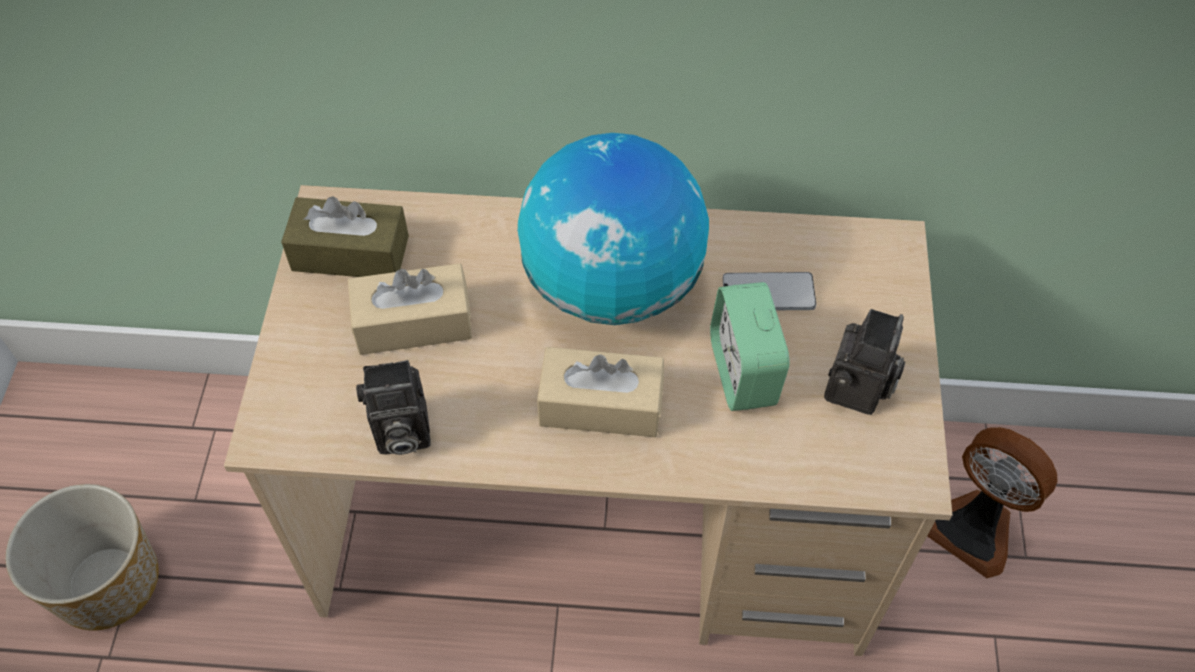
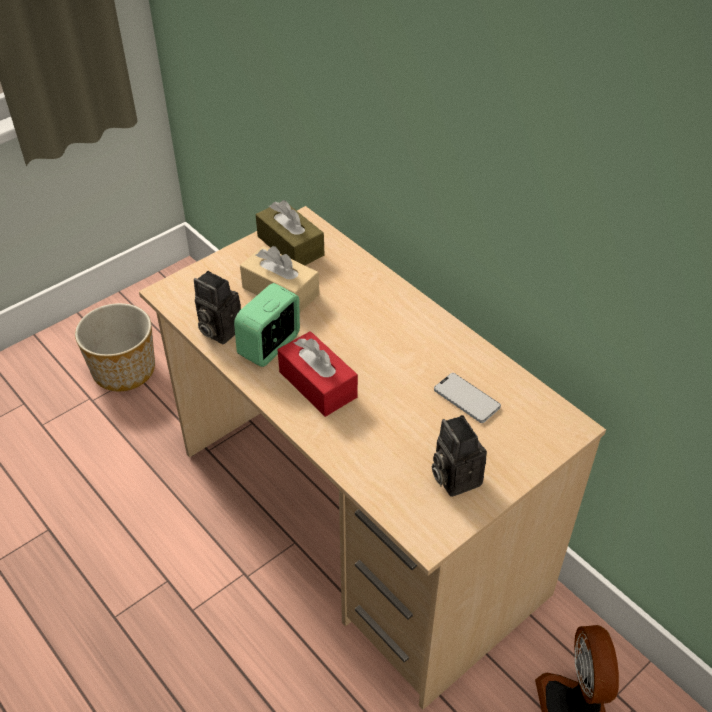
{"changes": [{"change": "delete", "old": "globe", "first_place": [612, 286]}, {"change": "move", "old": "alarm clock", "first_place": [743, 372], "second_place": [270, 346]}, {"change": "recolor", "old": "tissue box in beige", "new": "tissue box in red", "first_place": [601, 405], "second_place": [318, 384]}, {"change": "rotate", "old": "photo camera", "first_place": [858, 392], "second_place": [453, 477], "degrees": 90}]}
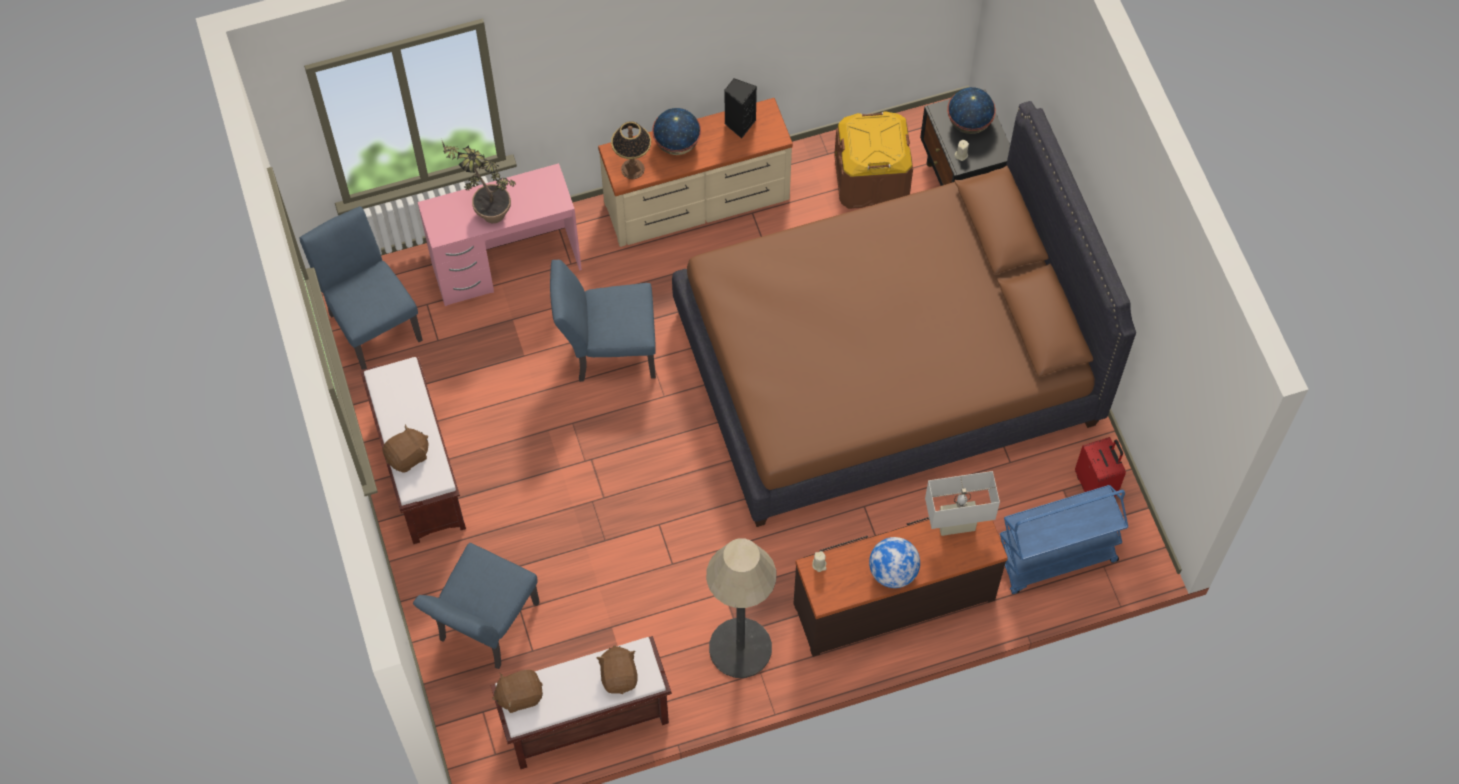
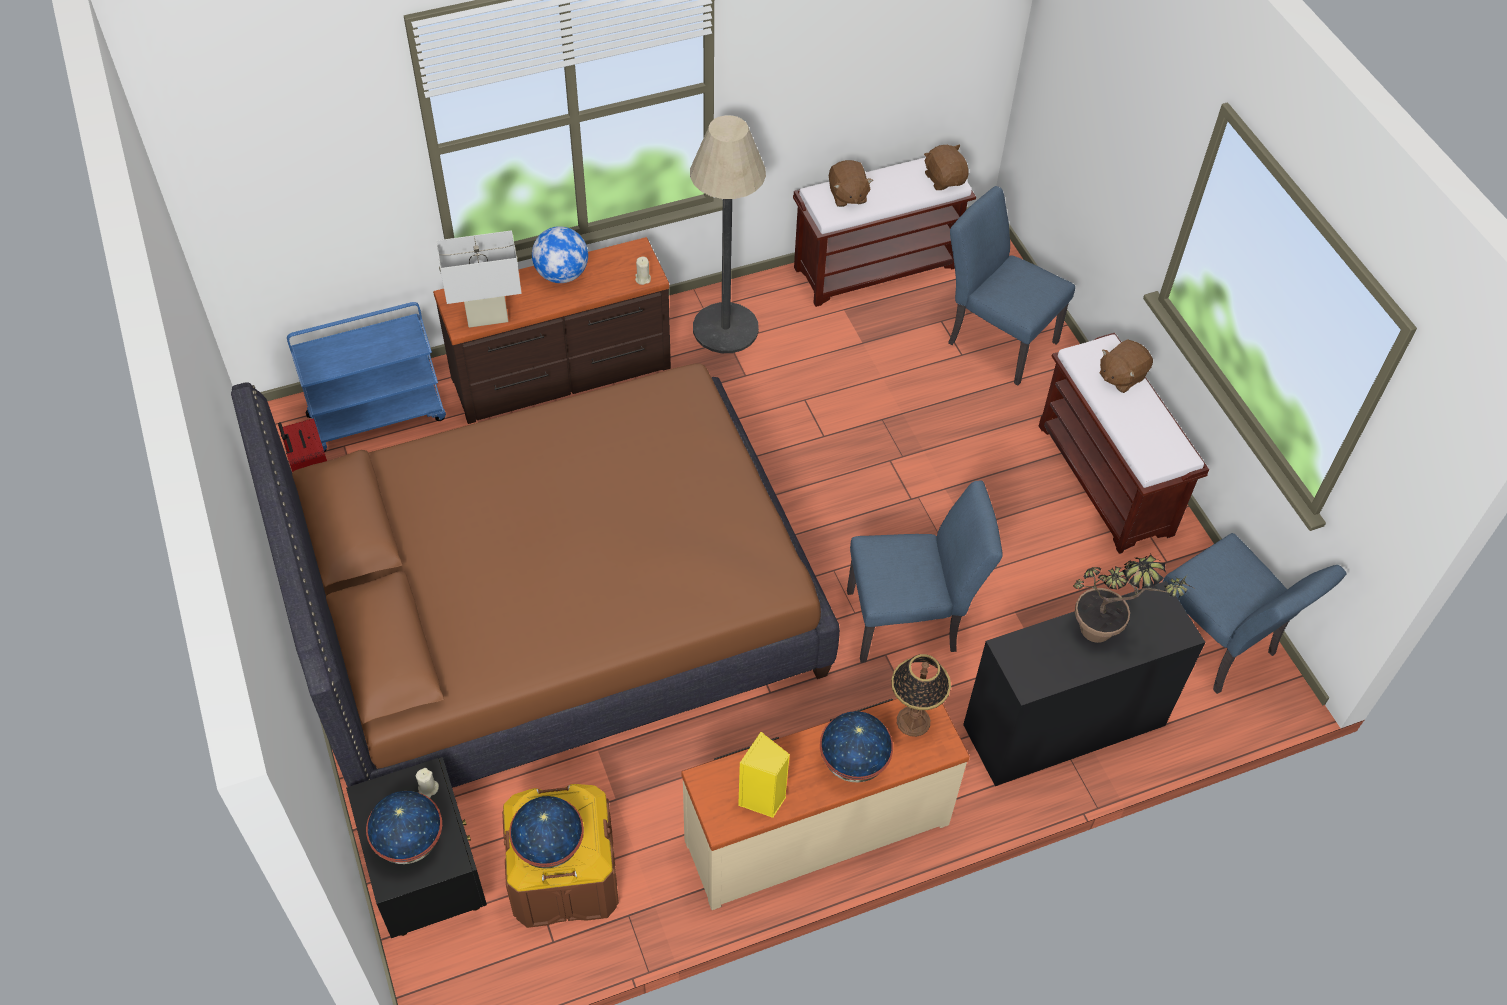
{"changes": [{"change": "insert", "new": "globe", "second_place": [549, 846]}, {"change": "recolor", "old": "desk in pink", "new": "desk in black", "first_place": [506, 266], "second_place": [1064, 726]}, {"change": "recolor", "old": "speaker in black", "new": "speaker in yellow", "first_place": [739, 123], "second_place": [763, 799]}, {"change": "rotate", "old": "chair in blue", "first_place": [484, 628], "second_place": [995, 338], "degrees": -75}, {"change": "rotate", "old": "plush toy in brown", "first_place": [519, 695], "second_place": [944, 179], "degrees": -90}]}
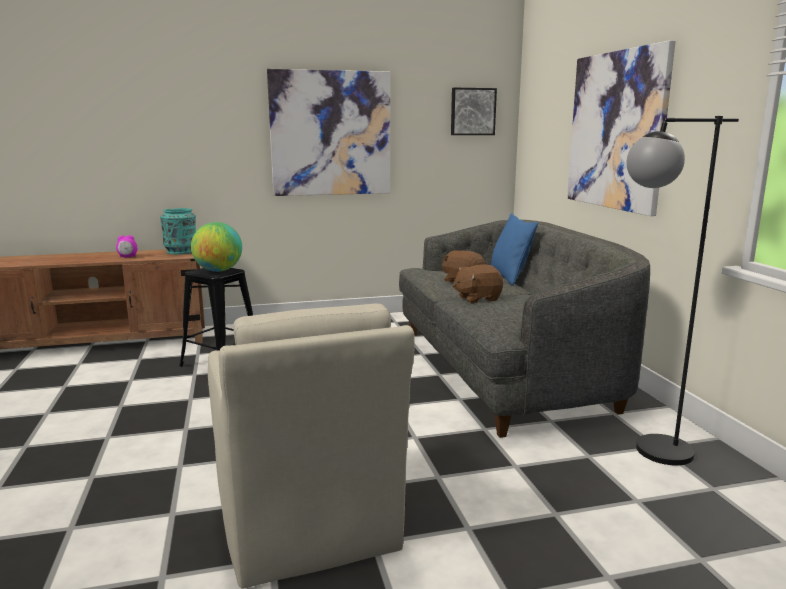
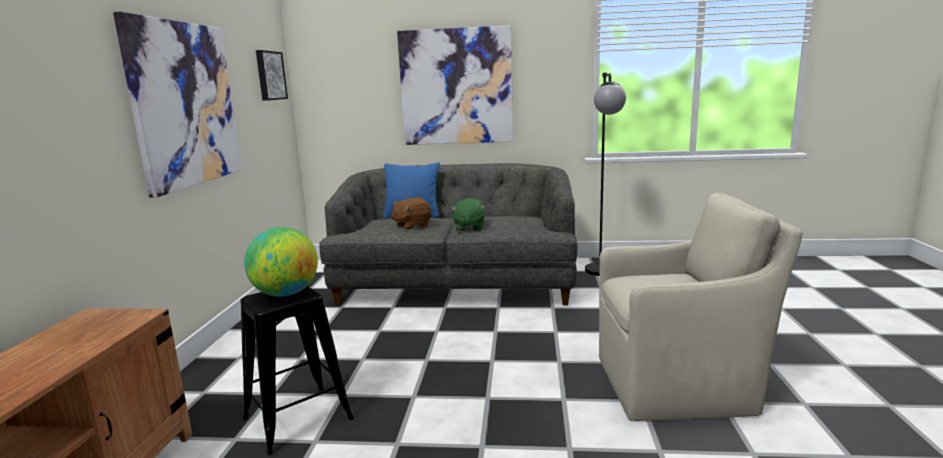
{"changes": [{"change": "delete", "old": "alarm clock", "first_place": [128, 257]}, {"change": "delete", "old": "vase in turquoise", "first_place": [181, 251]}, {"change": "recolor", "old": "plush toy in brown", "new": "plush toy in green", "first_place": [477, 299], "second_place": [469, 228]}]}
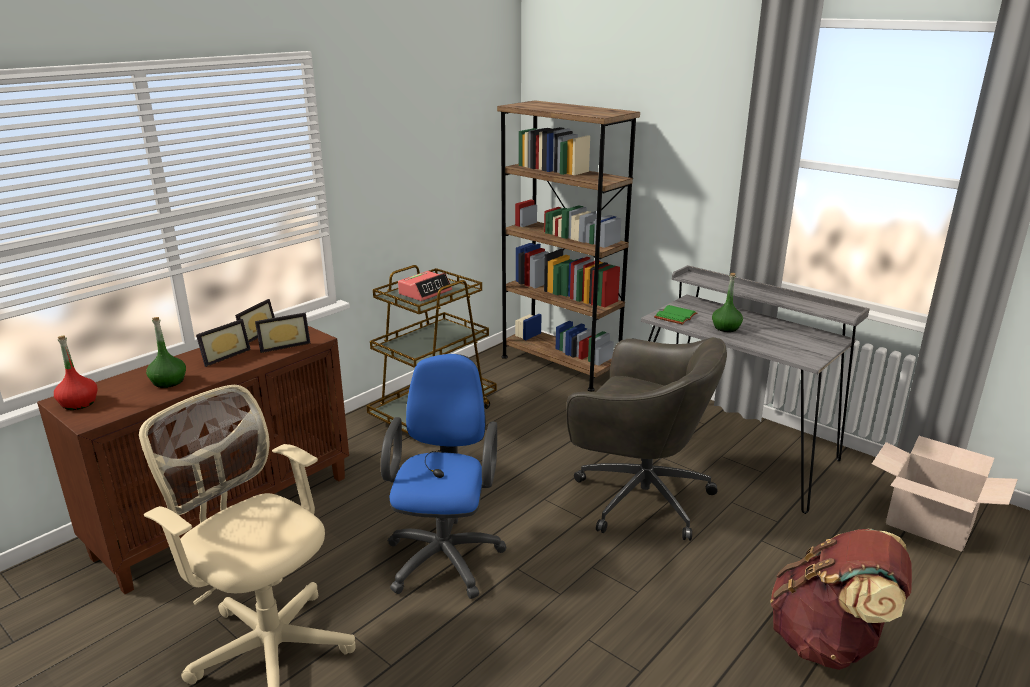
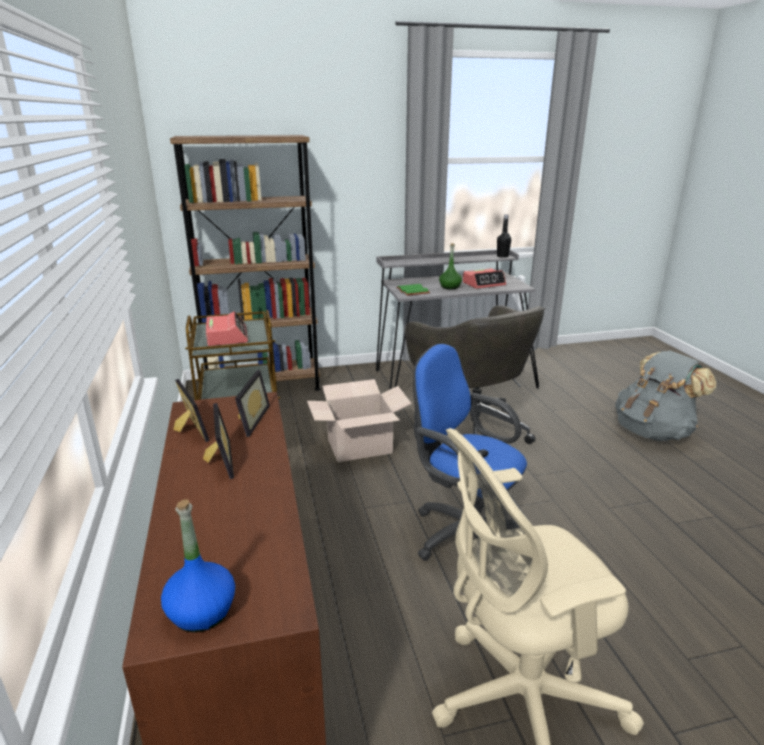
{"changes": [{"change": "delete", "old": "bottle in green", "first_place": [168, 381]}, {"change": "insert", "new": "alarm clock", "second_place": [484, 284]}, {"change": "insert", "new": "bottle in black", "second_place": [502, 256]}, {"change": "move", "old": "cardboard box", "first_place": [930, 523], "second_place": [359, 446]}, {"change": "recolor", "old": "bottle in red", "new": "bottle in blue", "first_place": [78, 403], "second_place": [201, 612]}, {"change": "recolor", "old": "backpack in brown", "new": "backpack in grey", "first_place": [829, 642], "second_place": [653, 432]}, {"change": "rotate", "old": "office chair in grey", "first_place": [638, 497], "second_place": [471, 427], "degrees": 90}]}
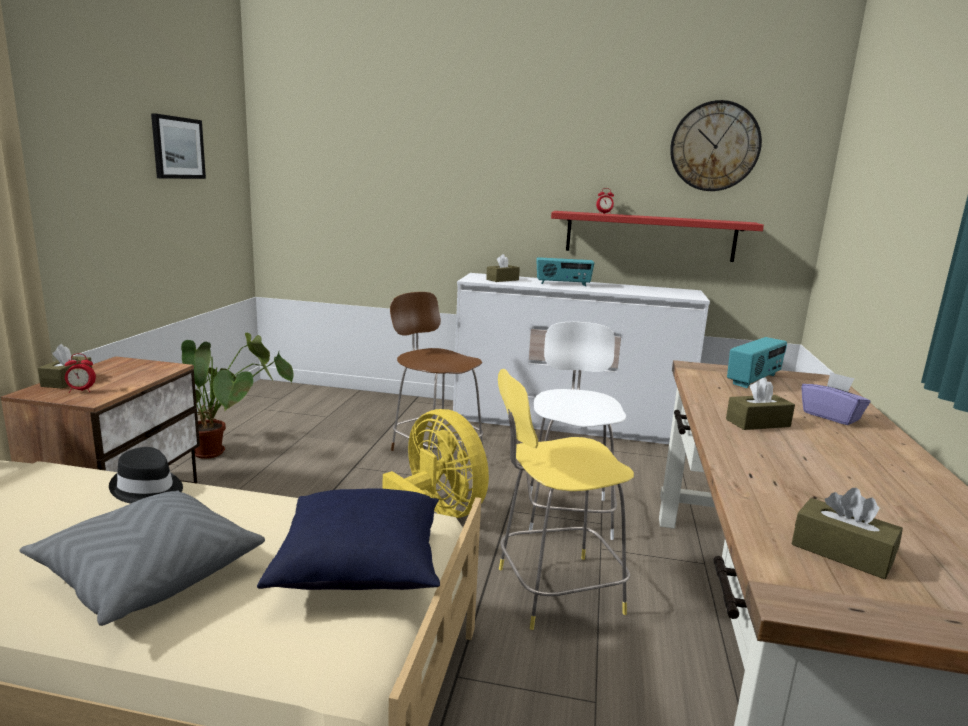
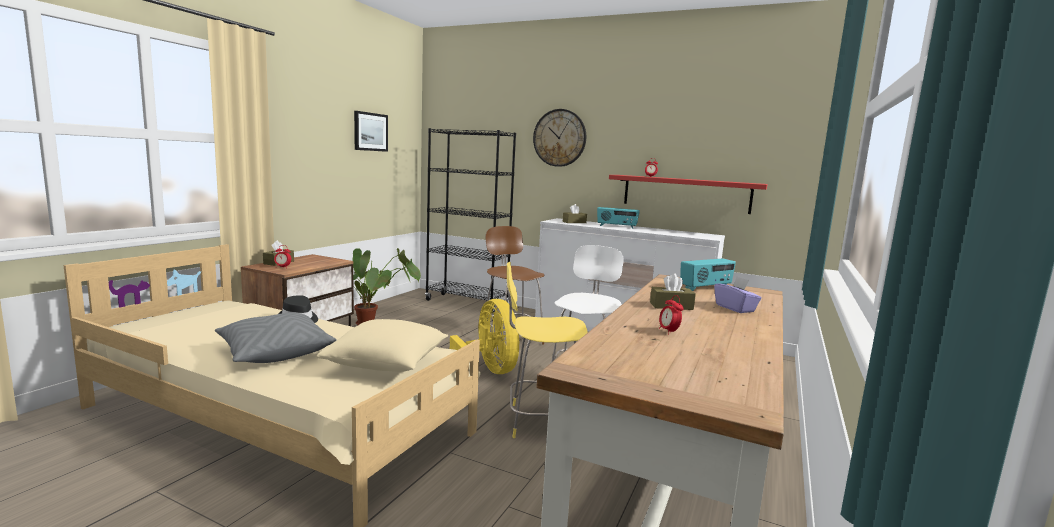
{"changes": [{"change": "delete", "old": "tissue box in brown", "first_place": [842, 552]}, {"change": "insert", "new": "bookcase in black", "second_place": [467, 303]}, {"change": "insert", "new": "alarm clock", "second_place": [669, 332]}, {"change": "move", "old": "wall clock", "first_place": [714, 146], "second_place": [559, 138]}, {"change": "recolor", "old": "pillow in blue", "new": "pillow in beige", "first_place": [361, 568], "second_place": [387, 365]}]}
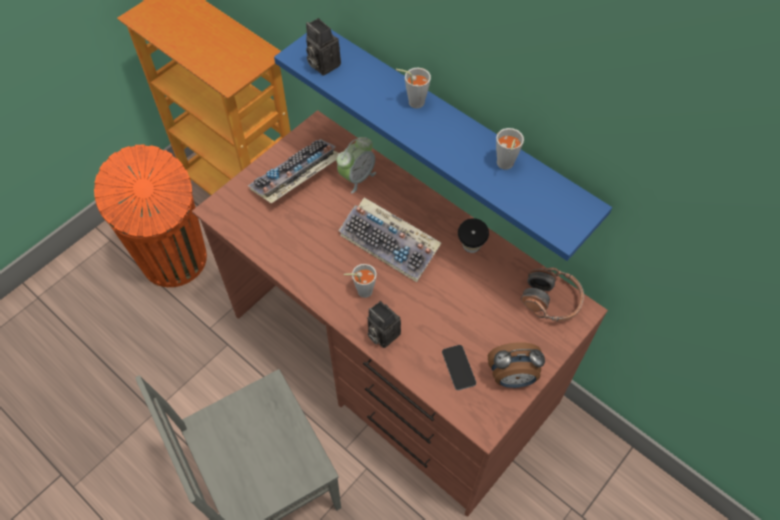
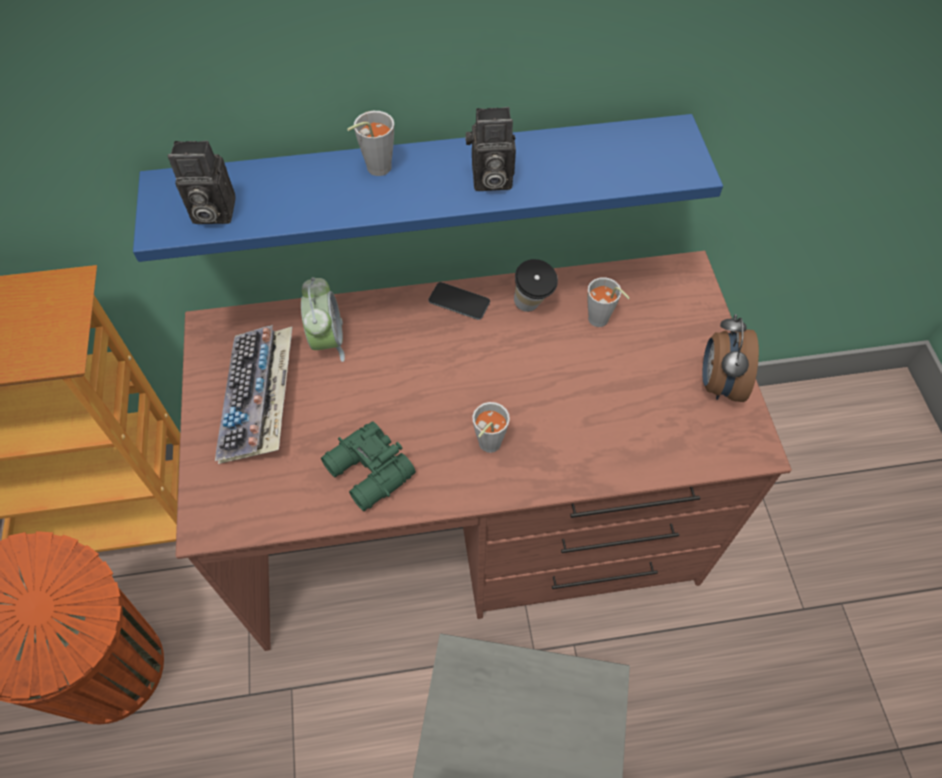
{"changes": [{"change": "delete", "old": "keyboard", "first_place": [391, 244]}, {"change": "delete", "old": "headphones", "first_place": [551, 300]}, {"change": "insert", "new": "binoculars in green", "second_place": [368, 473]}, {"change": "move", "old": "photo camera", "first_place": [381, 334], "second_place": [489, 180]}, {"change": "move", "old": "phone", "first_place": [458, 367], "second_place": [459, 301]}, {"change": "move", "old": "cup in grey", "first_place": [504, 166], "second_place": [601, 322]}, {"change": "rotate", "old": "alarm clock", "first_place": [512, 378], "second_place": [718, 383], "degrees": 150}]}
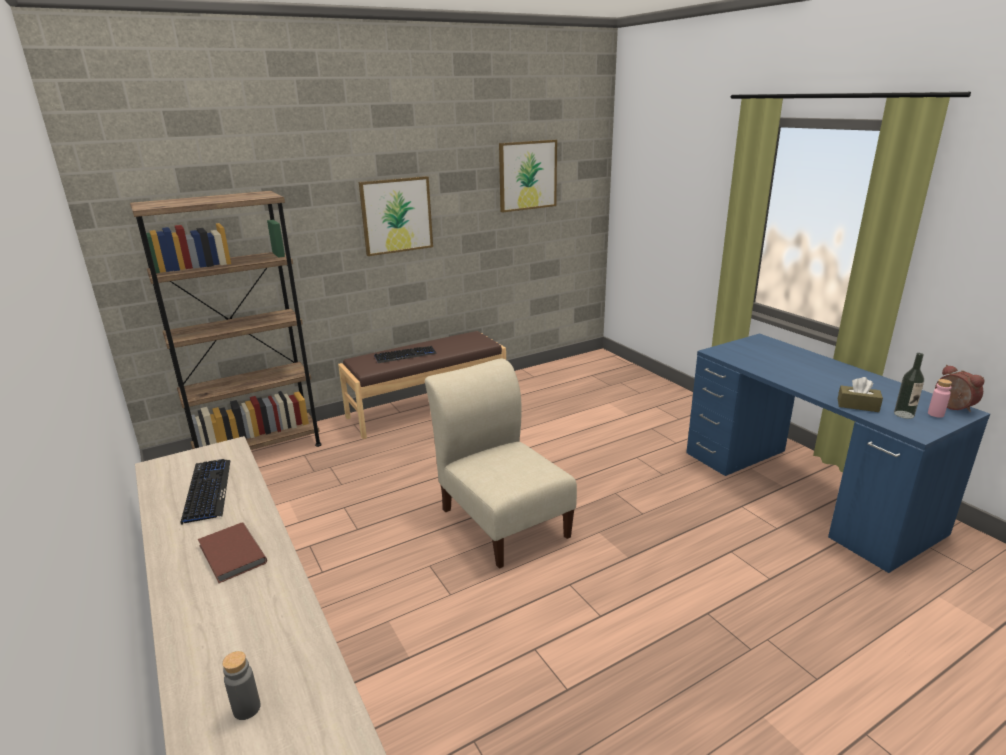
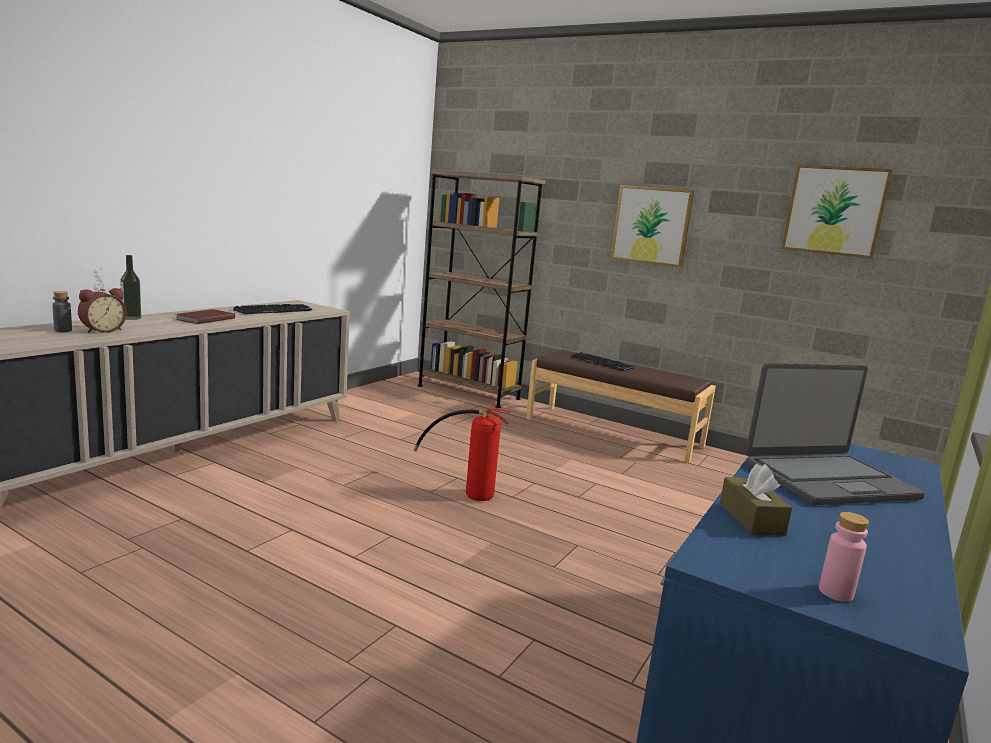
{"changes": [{"change": "insert", "new": "laptop", "second_place": [828, 480]}, {"change": "move", "old": "bottle", "first_place": [904, 414], "second_place": [131, 318]}, {"change": "move", "old": "alarm clock", "first_place": [952, 407], "second_place": [102, 330]}, {"change": "replace", "old": "chair in beige", "new": "fire extinguisher", "first_place": [502, 519], "second_place": [465, 491]}]}
